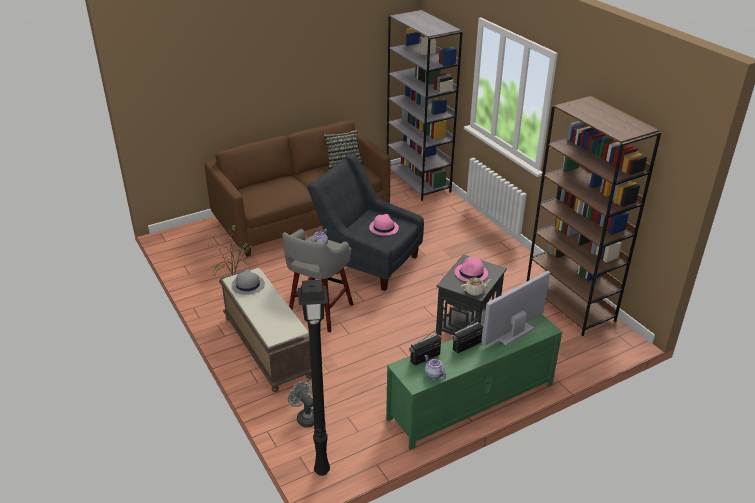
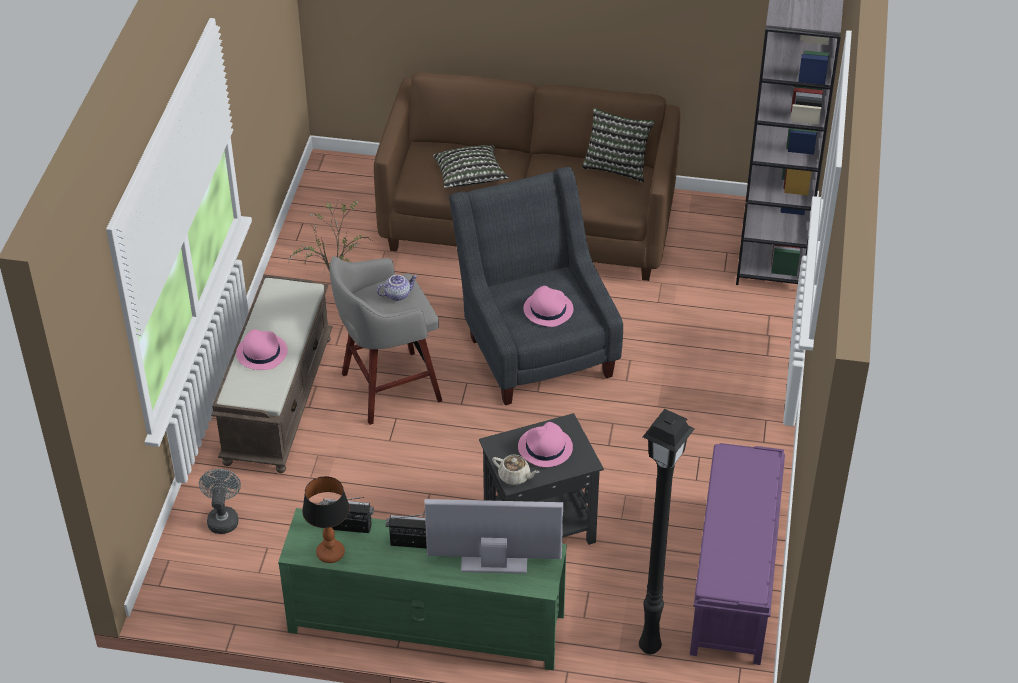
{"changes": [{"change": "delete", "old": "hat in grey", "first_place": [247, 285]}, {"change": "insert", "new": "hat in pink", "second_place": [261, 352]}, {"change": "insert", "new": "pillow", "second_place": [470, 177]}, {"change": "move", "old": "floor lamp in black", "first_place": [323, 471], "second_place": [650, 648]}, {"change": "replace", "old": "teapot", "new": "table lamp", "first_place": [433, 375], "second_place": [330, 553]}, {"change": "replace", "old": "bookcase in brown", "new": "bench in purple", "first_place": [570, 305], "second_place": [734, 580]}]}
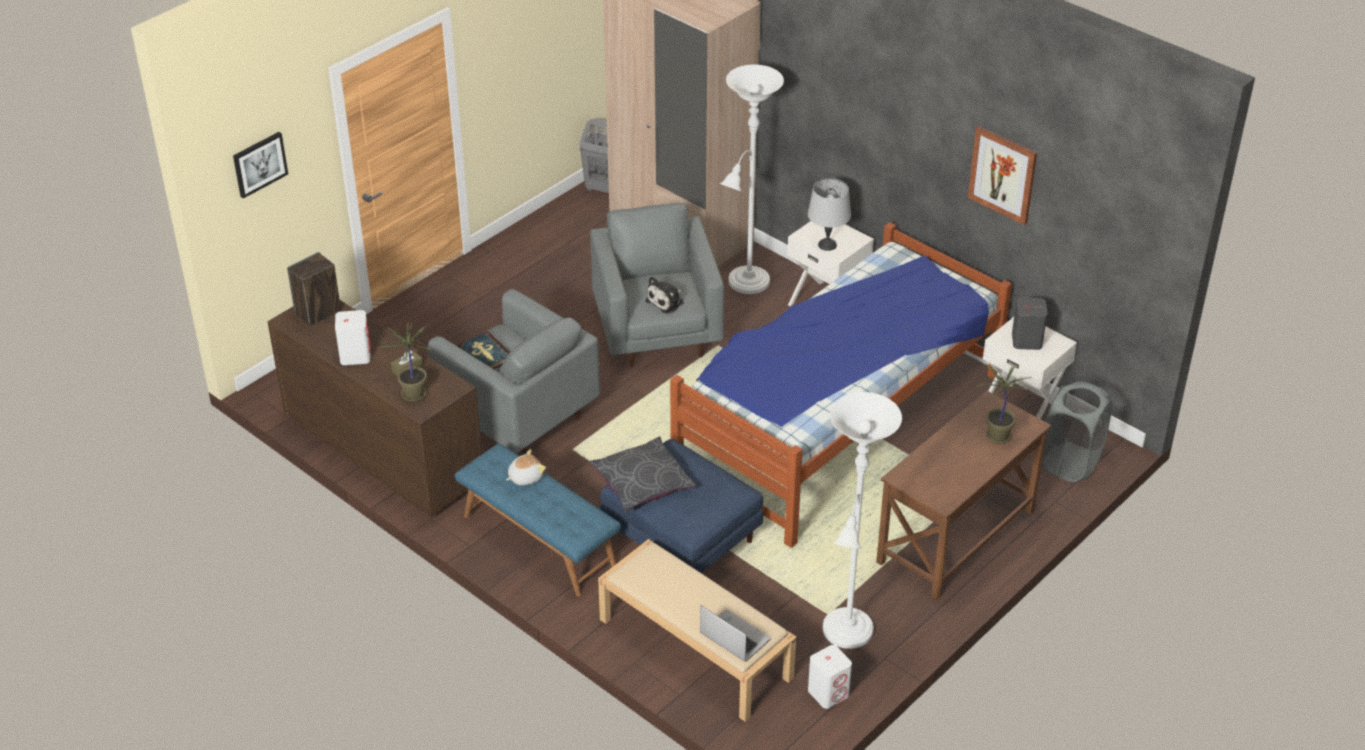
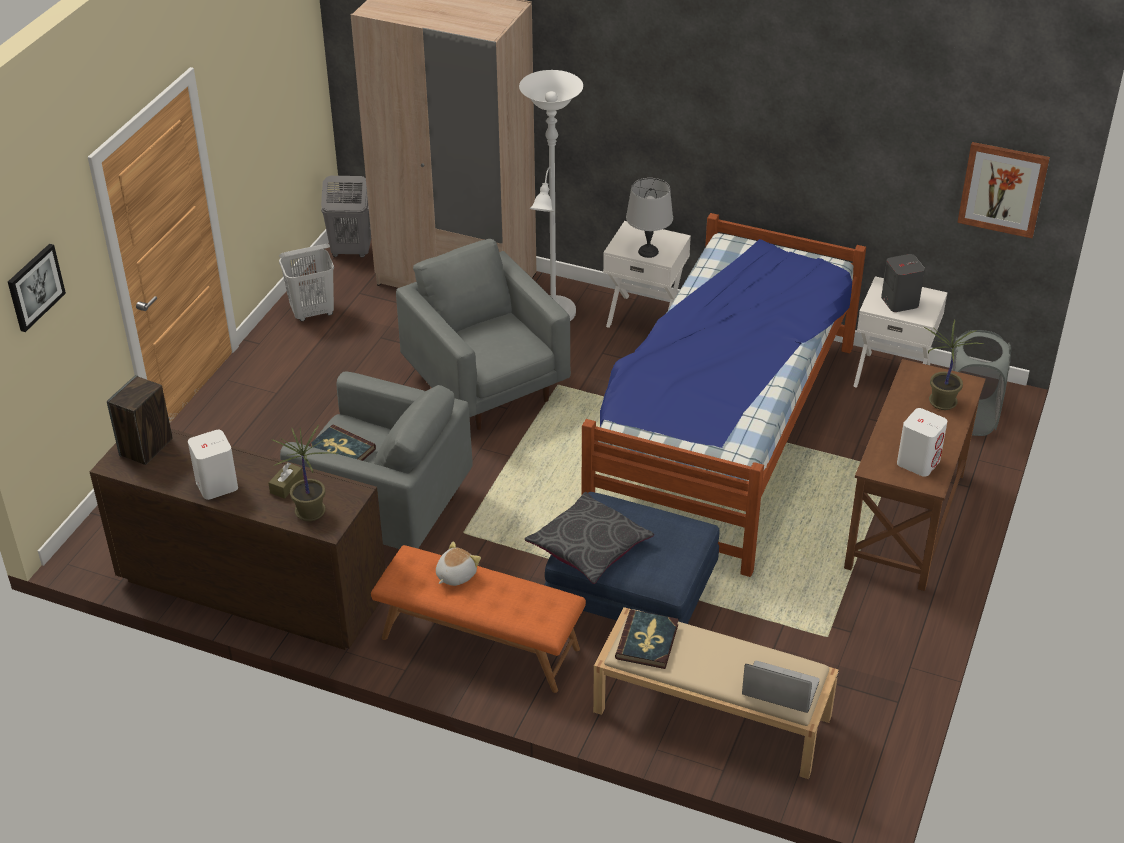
{"changes": [{"change": "delete", "old": "plush toy", "first_place": [667, 301]}, {"change": "delete", "old": "floor lamp in white", "first_place": [846, 635]}, {"change": "insert", "new": "laundry basket in white", "second_place": [313, 312]}, {"change": "insert", "new": "book", "second_place": [647, 642]}, {"change": "move", "old": "speaker in white", "first_place": [828, 693], "second_place": [918, 462]}, {"change": "move", "old": "picture", "first_place": [1003, 174], "second_place": [1003, 189]}, {"change": "recolor", "old": "bench in blue", "new": "bench in orange", "first_place": [538, 541], "second_place": [479, 644]}]}
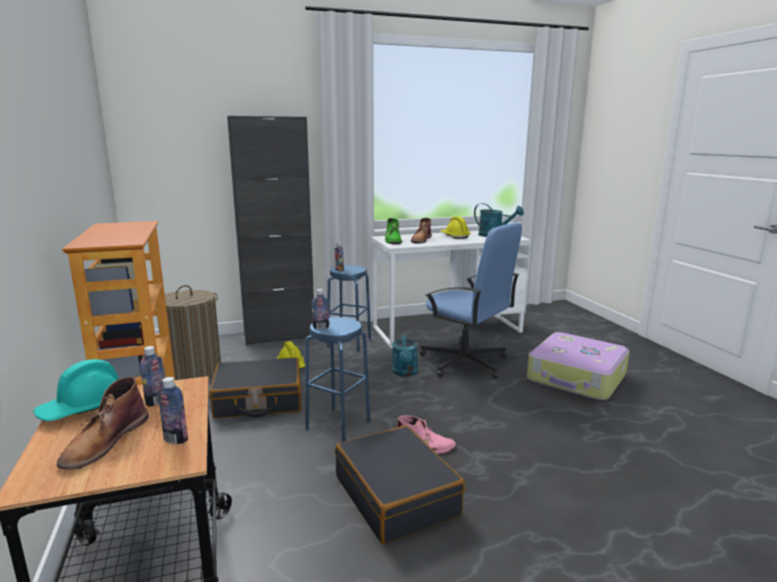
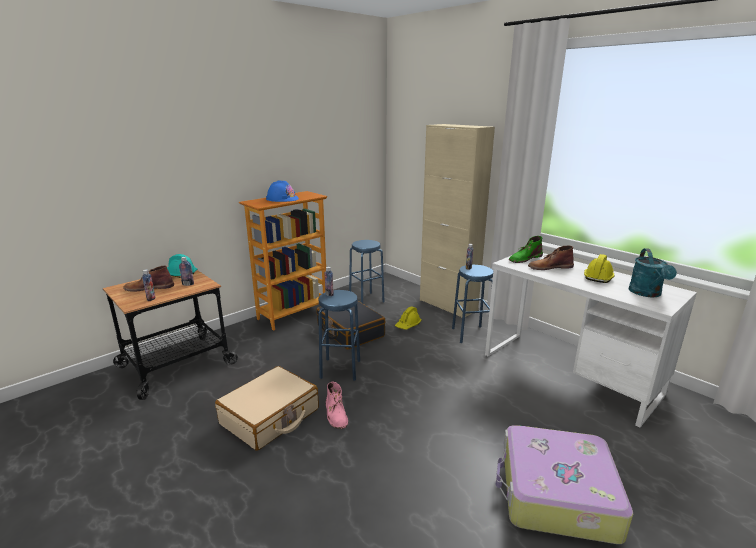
{"changes": [{"change": "delete", "old": "watering can in turquoise", "first_place": [405, 373]}, {"change": "delete", "old": "office chair in blue", "first_place": [465, 362]}, {"change": "insert", "new": "hard hat in blue", "second_place": [282, 198]}, {"change": "replace", "old": "laundry basket", "new": "stool in blue", "first_place": [193, 372], "second_place": [366, 300]}, {"change": "recolor", "old": "cabinet in black", "new": "cabinet in beige", "first_place": [279, 336], "second_place": [448, 305]}, {"change": "recolor", "old": "suitcase in black", "new": "suitcase in beige", "first_place": [397, 496], "second_place": [270, 417]}]}
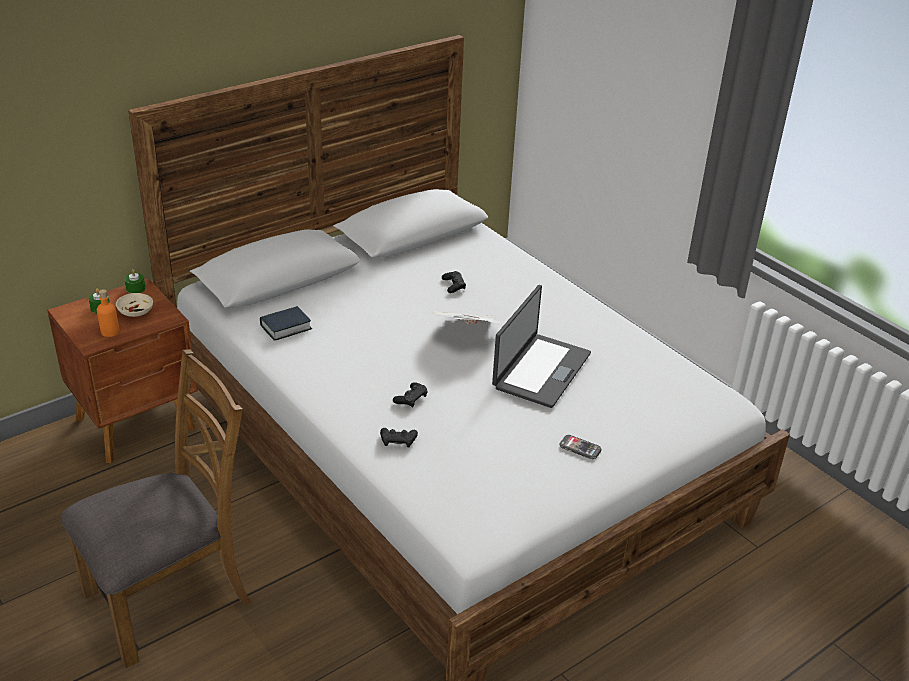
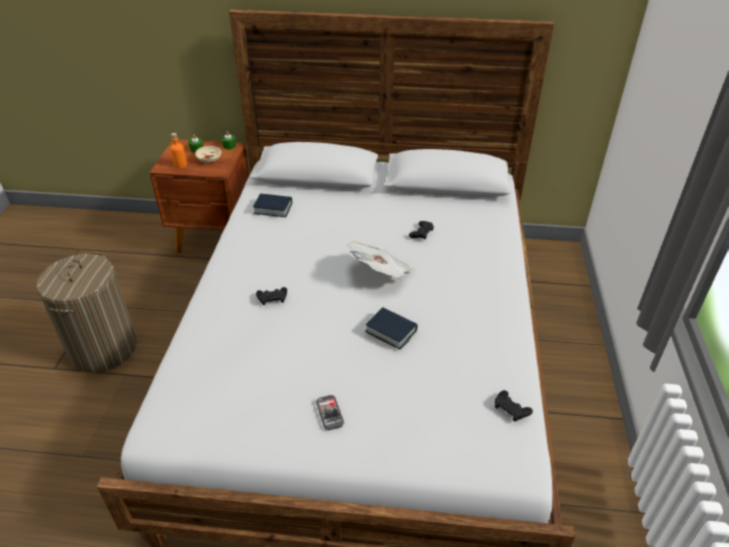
{"changes": [{"change": "move", "old": "game controller in black", "first_place": [398, 440], "second_place": [511, 409]}, {"change": "replace", "old": "chair in brown", "new": "laundry basket", "first_place": [169, 597], "second_place": [103, 349]}, {"change": "replace", "old": "laptop", "new": "book", "first_place": [540, 370], "second_place": [391, 331]}]}
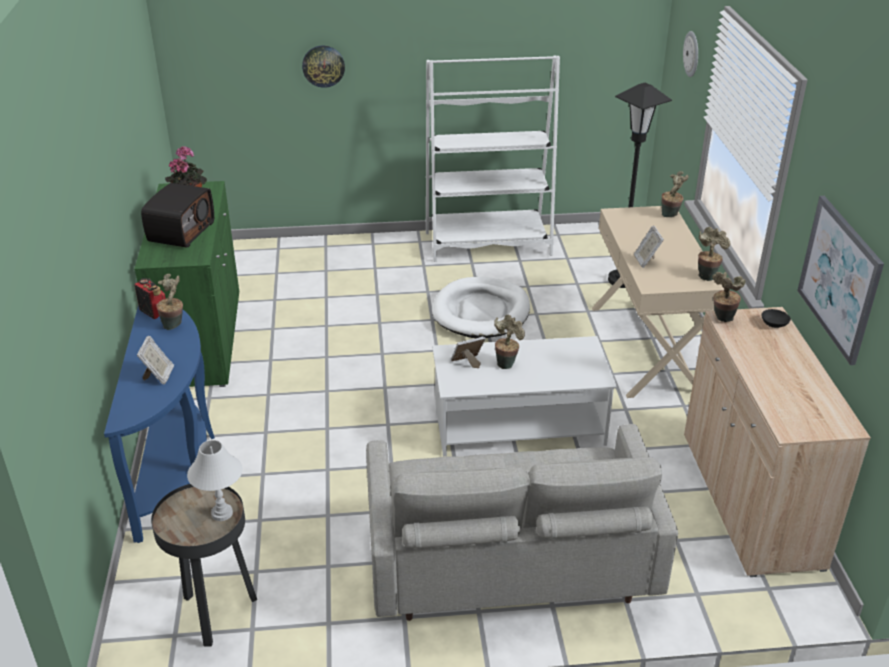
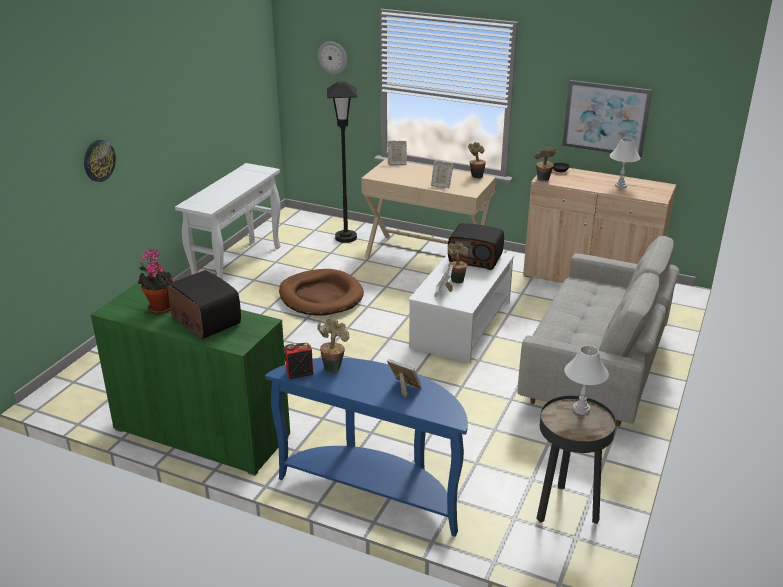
{"changes": [{"change": "insert", "new": "radio", "second_place": [476, 259]}, {"change": "insert", "new": "table lamp in white", "second_place": [621, 186]}, {"change": "replace", "old": "bookcase in white", "new": "console table in white", "first_place": [488, 244], "second_place": [238, 266]}, {"change": "replace", "old": "potted plant", "new": "picture frame", "first_place": [670, 215], "second_place": [396, 163]}, {"change": "recolor", "old": "dog bed in white", "new": "dog bed in brown", "first_place": [481, 312], "second_place": [321, 296]}]}
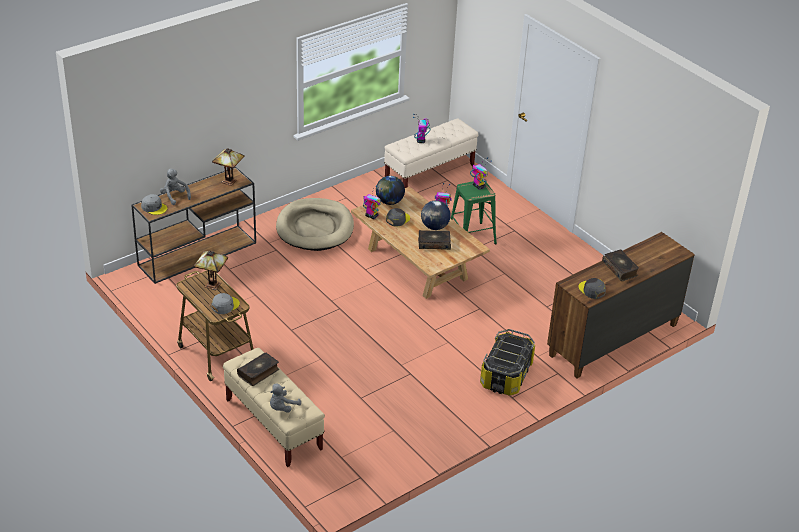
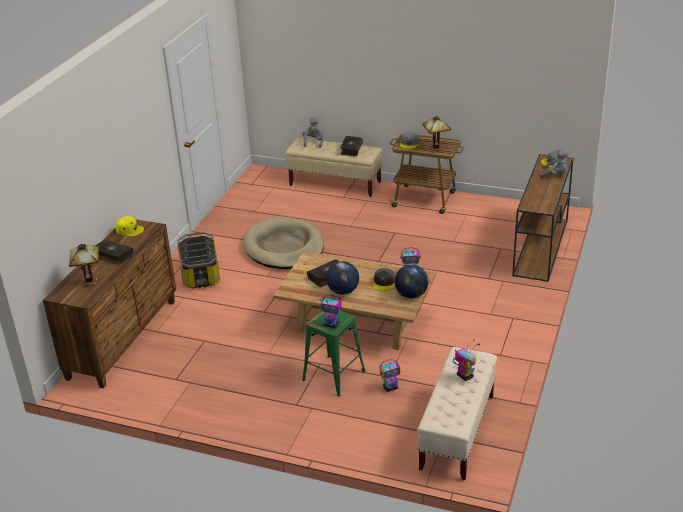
{"changes": [{"change": "move", "old": "table lamp", "first_place": [229, 180], "second_place": [90, 283]}, {"change": "move", "old": "dog bed in beige", "first_place": [315, 228], "second_place": [284, 247]}, {"change": "recolor", "old": "cap in grey", "new": "cap in yellow", "first_place": [591, 290], "second_place": [130, 230]}]}
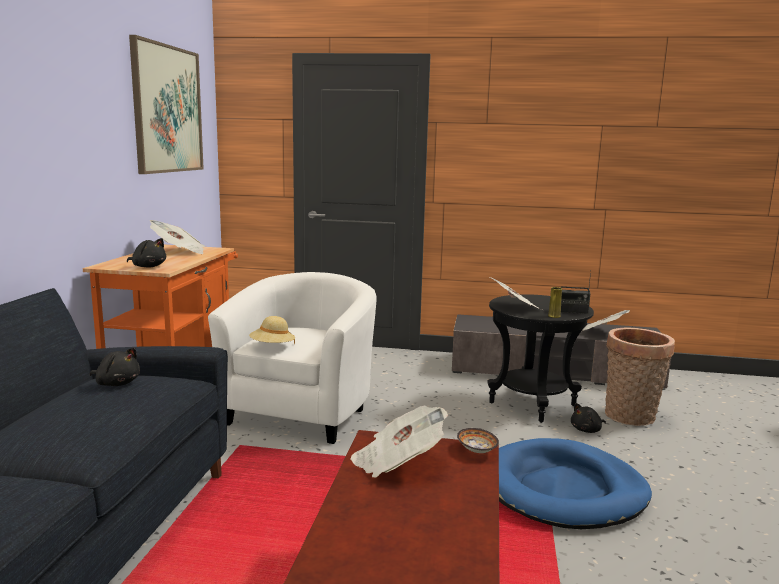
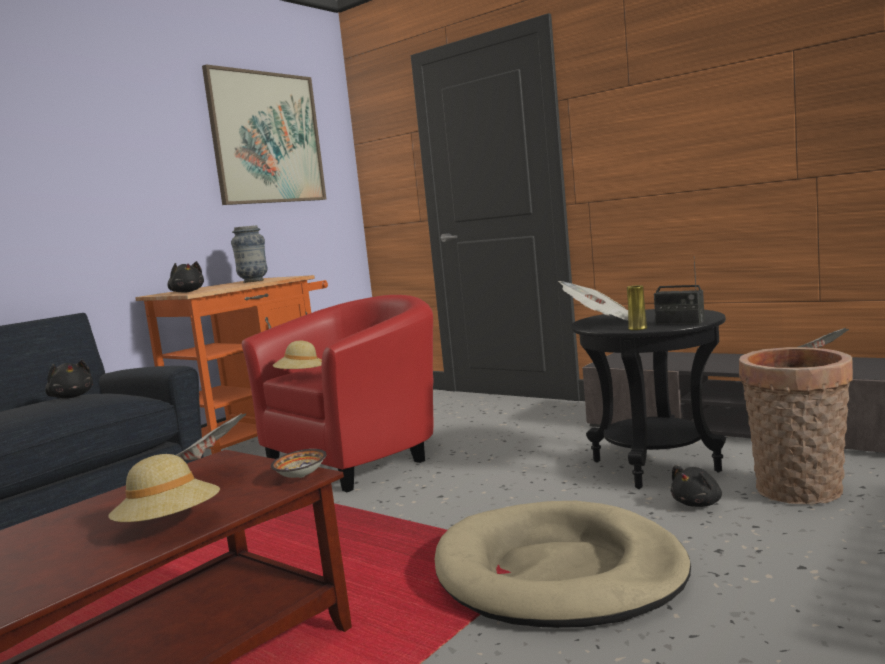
{"changes": [{"change": "insert", "new": "hat in beige", "second_place": [170, 527]}, {"change": "replace", "old": "newspaper", "new": "vase", "first_place": [179, 252], "second_place": [253, 281]}, {"change": "recolor", "old": "armchair in white", "new": "armchair in red", "first_place": [302, 411], "second_place": [360, 458]}, {"change": "recolor", "old": "dog bed in blue", "new": "dog bed in beige", "first_place": [563, 489], "second_place": [558, 573]}, {"change": "rotate", "old": "plush toy in black", "first_place": [587, 430], "second_place": [698, 503], "degrees": -45}]}
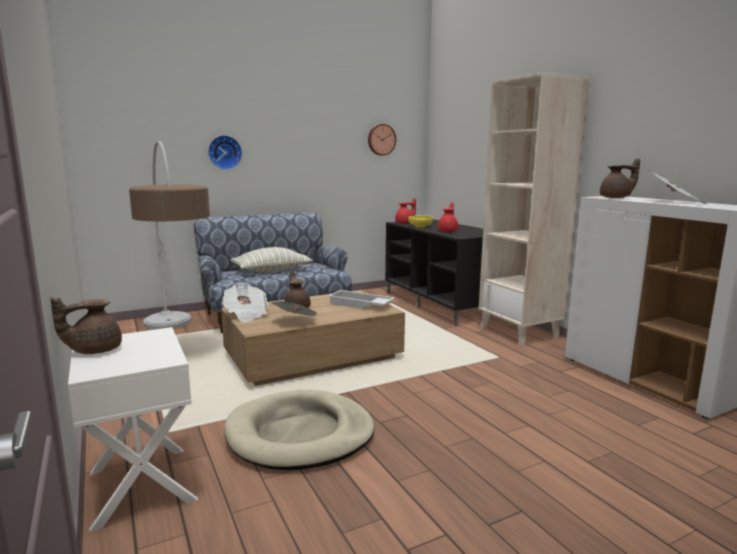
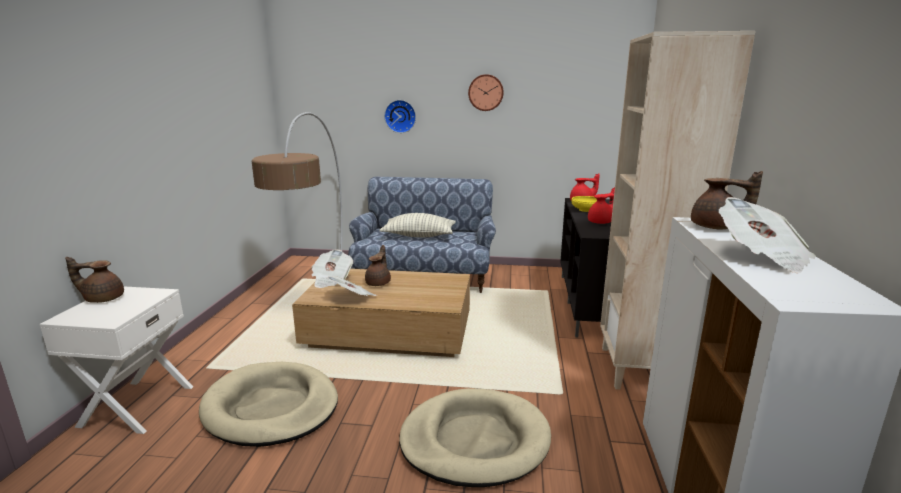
{"changes": [{"change": "delete", "old": "tray in white", "first_place": [360, 304]}, {"change": "insert", "new": "dog bed in beige", "second_place": [474, 440]}, {"change": "move", "old": "wall clock", "first_place": [381, 139], "second_place": [486, 92]}]}
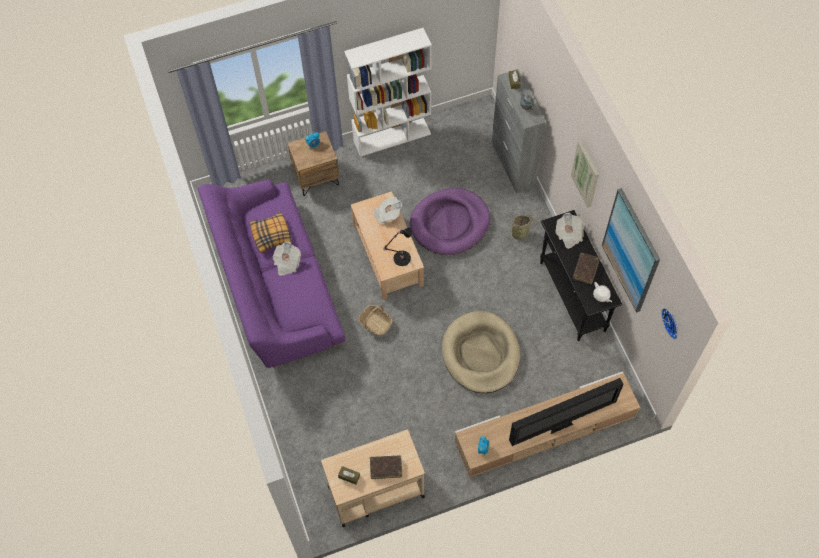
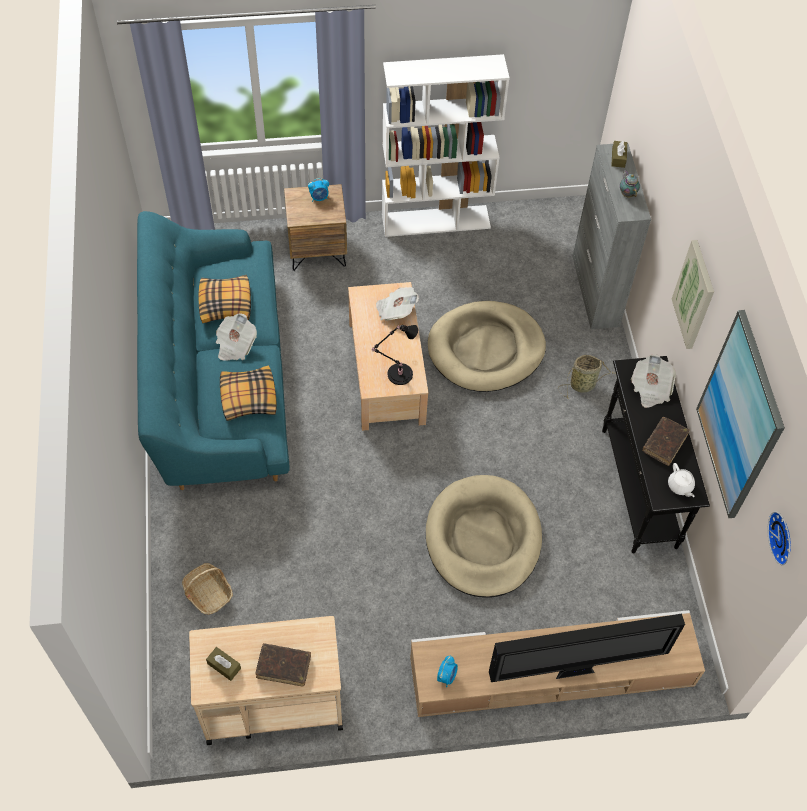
{"changes": [{"change": "insert", "new": "pillow", "second_place": [248, 398]}, {"change": "move", "old": "basket", "first_place": [375, 323], "second_place": [208, 593]}, {"change": "recolor", "old": "sofa in purple", "new": "sofa in turquoise", "first_place": [276, 284], "second_place": [219, 378]}, {"change": "recolor", "old": "dog bed in purple", "new": "dog bed in beige", "first_place": [450, 223], "second_place": [486, 349]}]}
